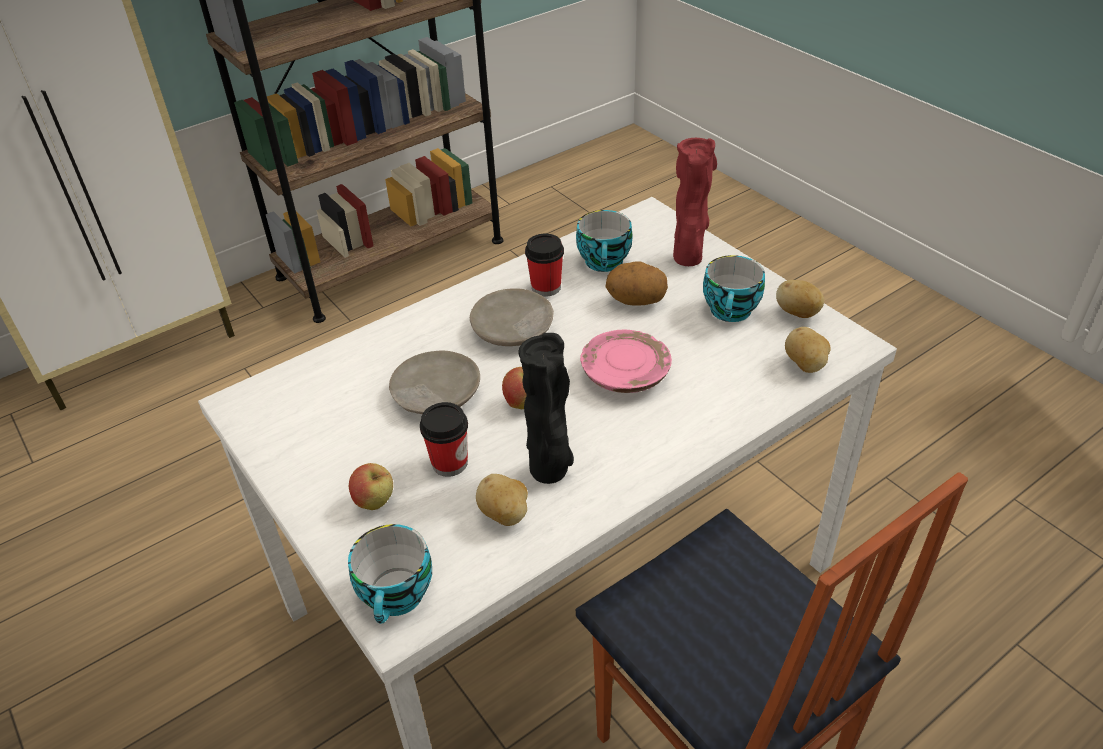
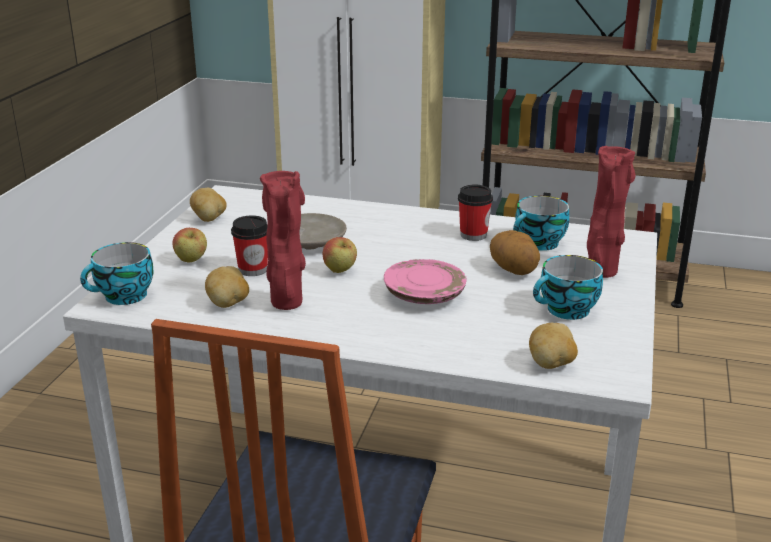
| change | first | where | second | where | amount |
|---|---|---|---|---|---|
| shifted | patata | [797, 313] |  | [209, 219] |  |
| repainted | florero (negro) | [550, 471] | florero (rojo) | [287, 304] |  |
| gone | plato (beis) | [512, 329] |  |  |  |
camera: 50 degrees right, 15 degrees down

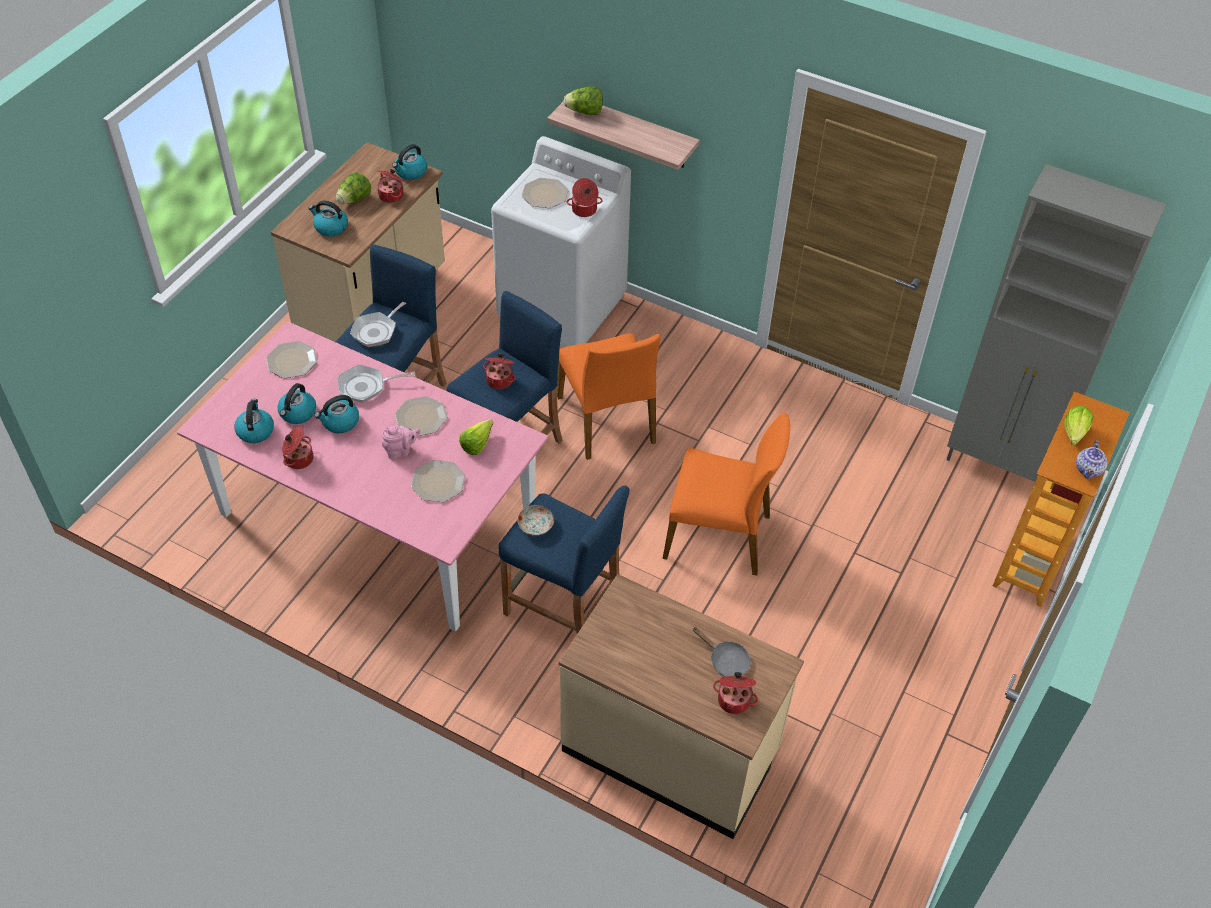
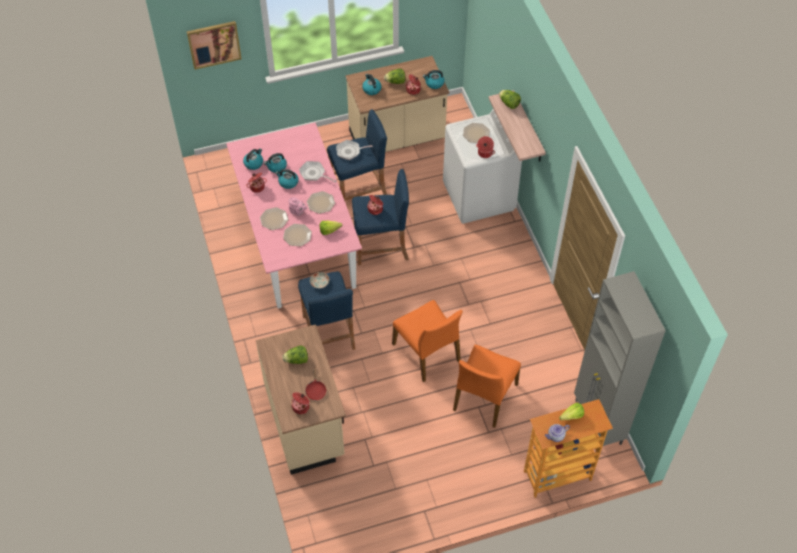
| change | first | where | second | where | amount |
|---|---|---|---|---|---|
| new |  |  | cuadro | [214, 44] |  |
| shifted | plato | [291, 361] |  | [274, 219] |  |
| new |  |  | lechuga | [296, 360] |  |
| repainted | sartén (gris) | [725, 660] | sartén (rojo) | [315, 390] |  |
| shifted | silla (naranja) | [608, 420] |  | [484, 397] |  |
camera: 45 degrees right, 5 degrees up

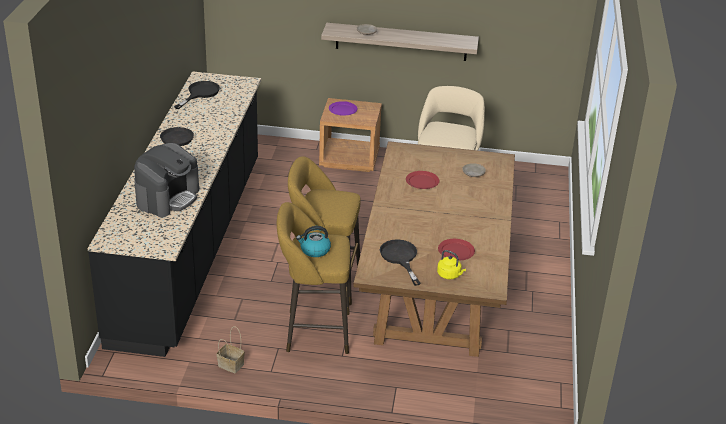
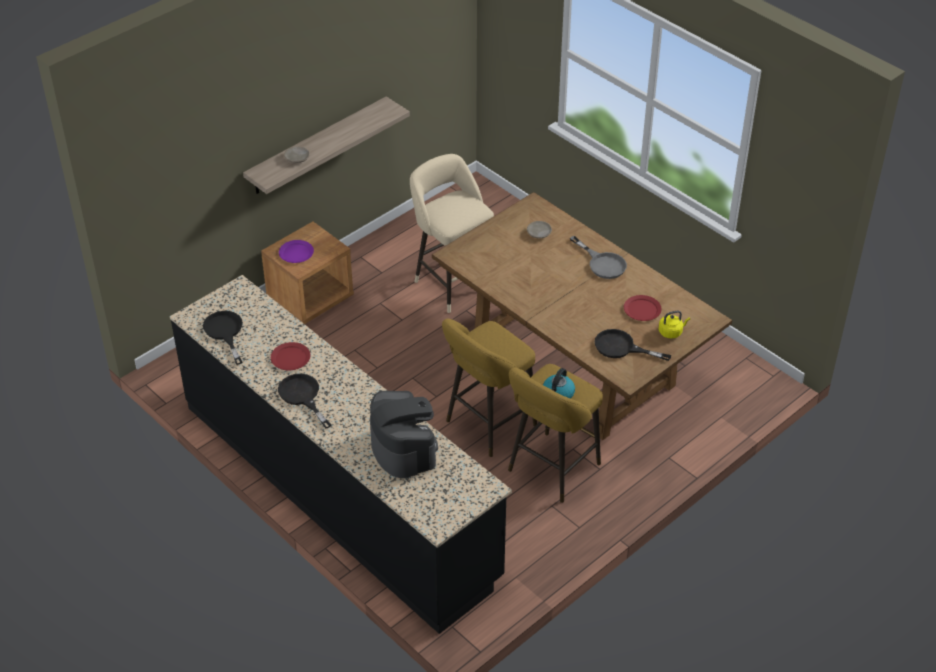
| change | first | where | second | where | amount |
|---|---|---|---|---|---|
| shifted | plato (rojo) | [422, 181] |  | [290, 358] |  |
| new |  |  | sartén (gris) | [602, 263] |  |
| gone | cesta | [230, 365] |  |  |  |
camera: 50 degrees left, 10 degrees up

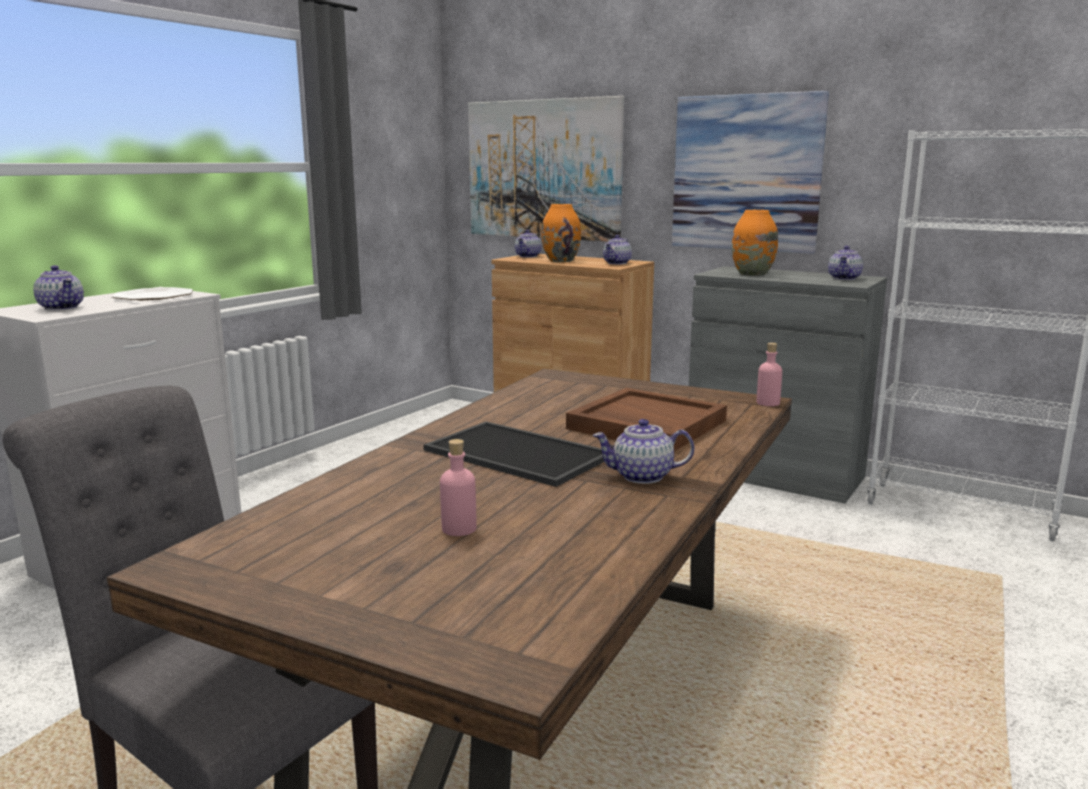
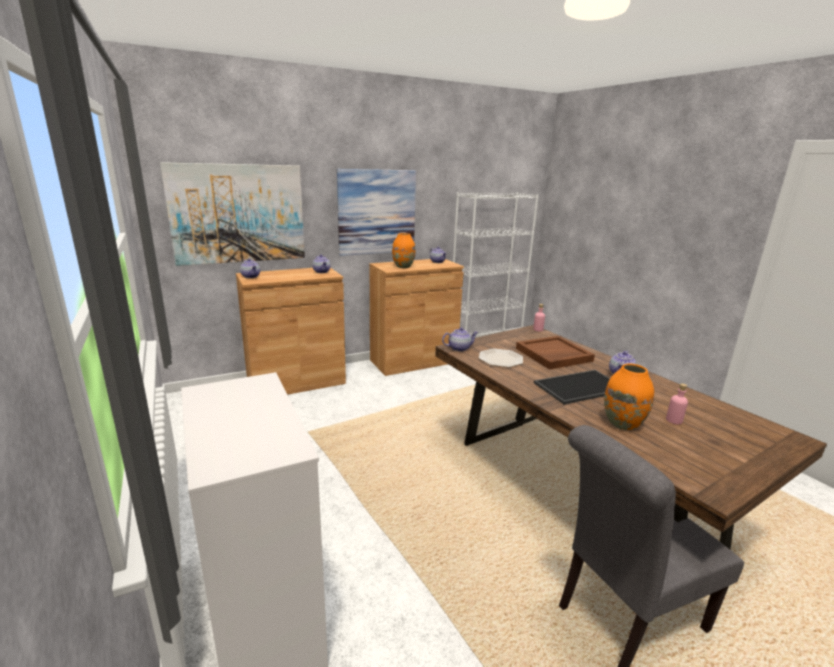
| change | first | where | second | where | amount |
|---|---|---|---|---|---|
| repainted | armario (gris) | [773, 473] | armario (marrón) | [413, 361] |  |
| shifted | tetera | [62, 307] |  | [459, 348] |  |
| shifted | plato | [153, 296] |  | [501, 359] |  |
| shifted | florero (naranja) | [561, 261] |  | [622, 423] |  |
camera: 60 degrees left, 5 degrees up

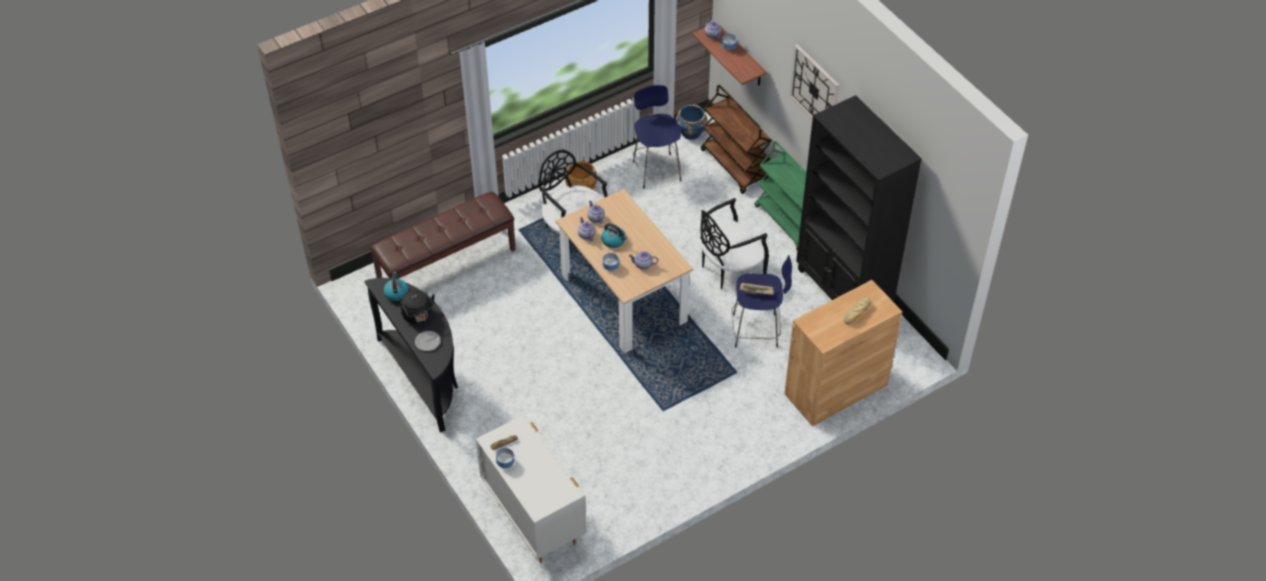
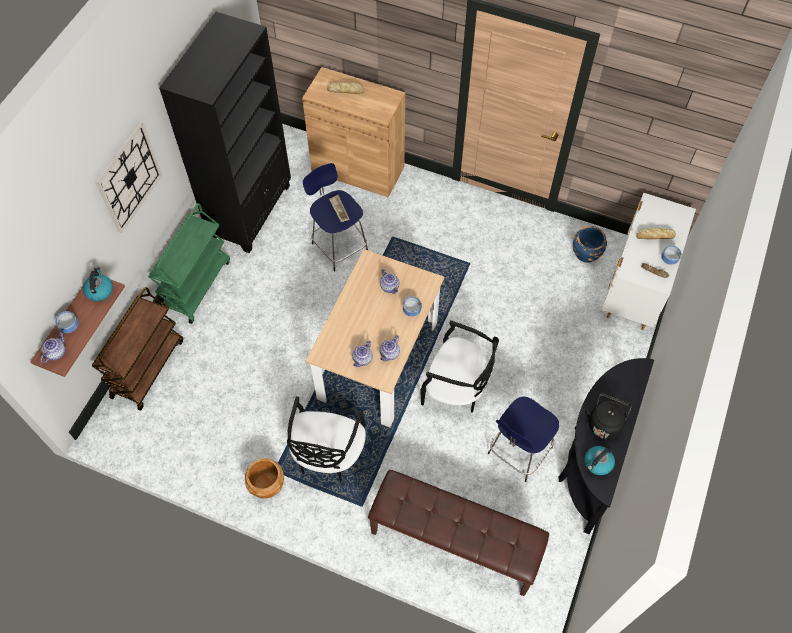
| change | first | where | second | where | amount |
|---|---|---|---|---|---|
| shifted | hervidor | [614, 240] |  | [99, 290] |  |
| shifted | silla (negro) | [729, 269] |  | [456, 388] |  |
| shifted | taburete (azul) | [656, 170] |  | [518, 452] |  |
| shifted | maceta (azul) | [691, 132] |  | [586, 253] |  |
| new |  |  | pan | [654, 236] |  |
| gone | plato | [427, 342] |  |  |  |
camera: 125 degrees left, 10 degrees up

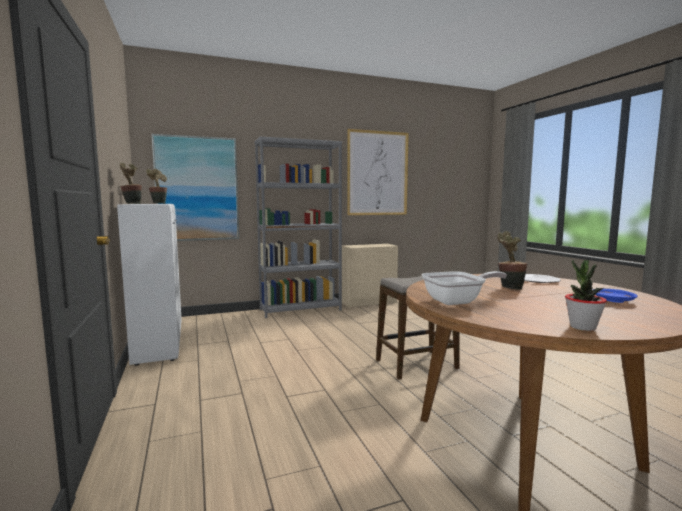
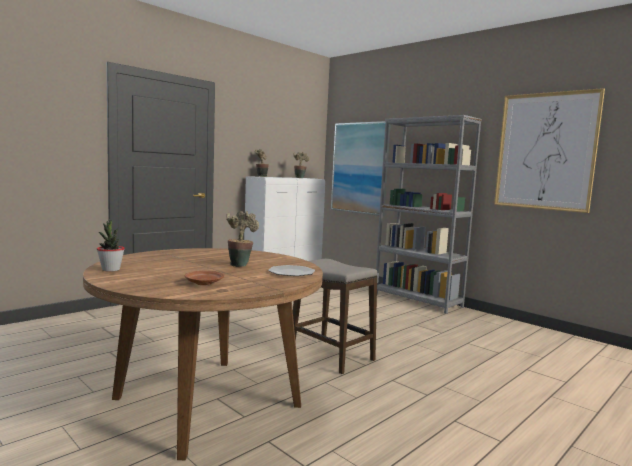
| change | first | where | second | where | amount |
|---|---|---|---|---|---|
| repainted | plato (azul) | [613, 301] | plato (marrón) | [203, 283] |  |
| gone | cómoda (beis) | [369, 302] |  |  |  |
| gone | sartén | [458, 301] |  |  |  |
camera: 65 degrees right, 0 degrees up

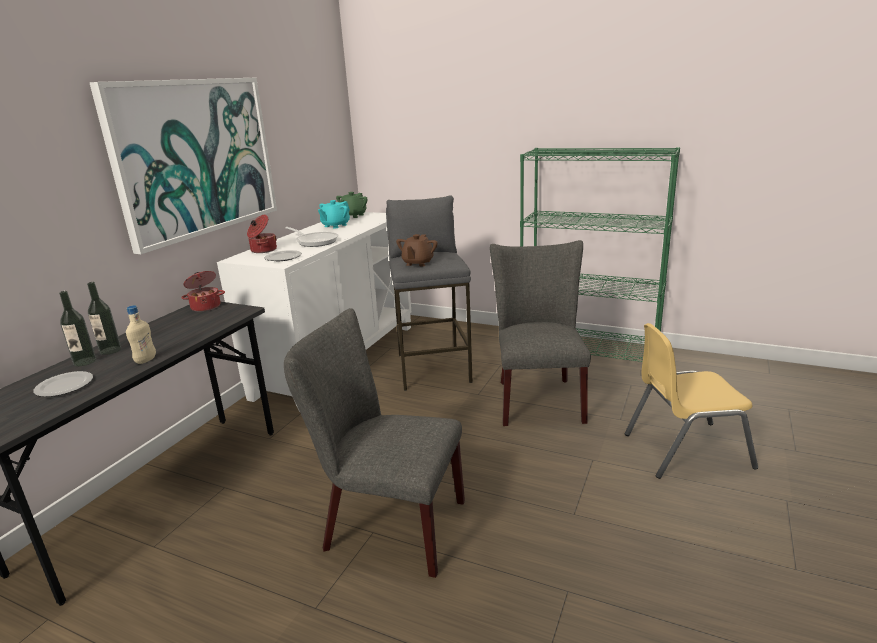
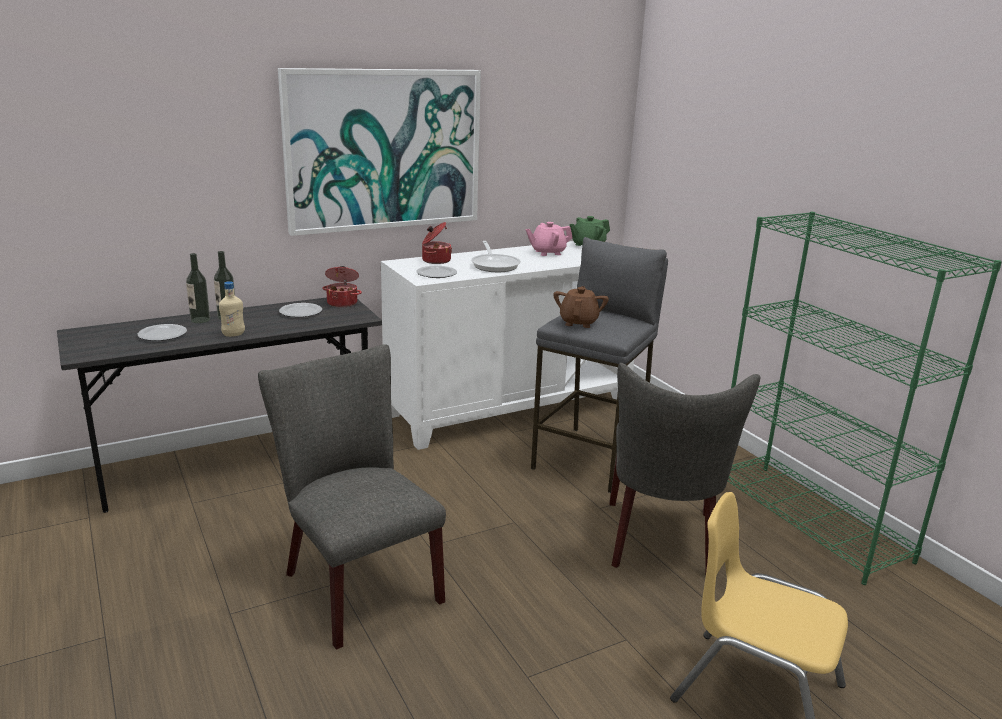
| change | first | where | second | where | amount |
|---|---|---|---|---|---|
| new |  |  | plato | [300, 312] |  |
| repainted | tetera (turquesa) | [335, 225] | tetera (rosa) | [547, 252] |  |
| rotated | tetera (marrón) | [417, 263] |  | [579, 322] | 135 degrees clockwise |
| rotated | silla (gris) | [537, 397] |  | [661, 543] | 150 degrees clockwise |
camera: 35 degrees right, 0 degrees up

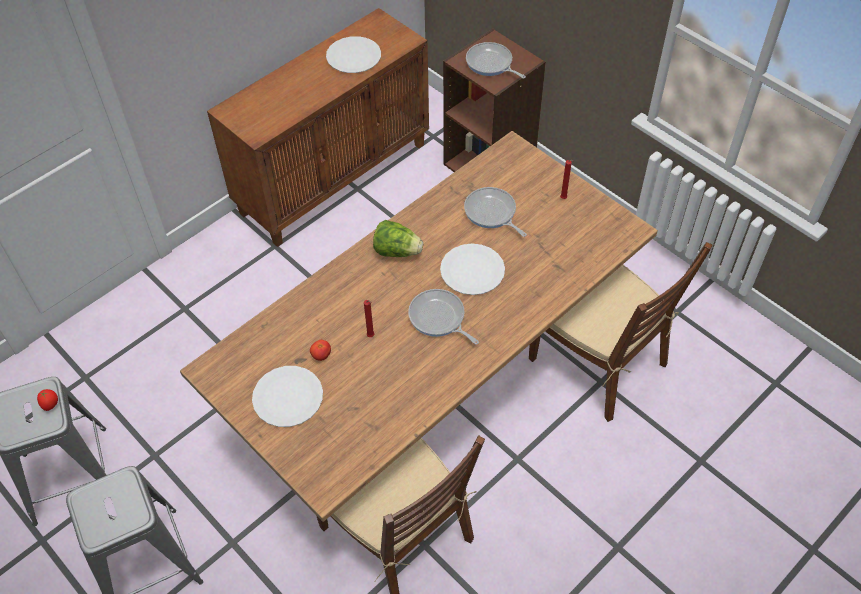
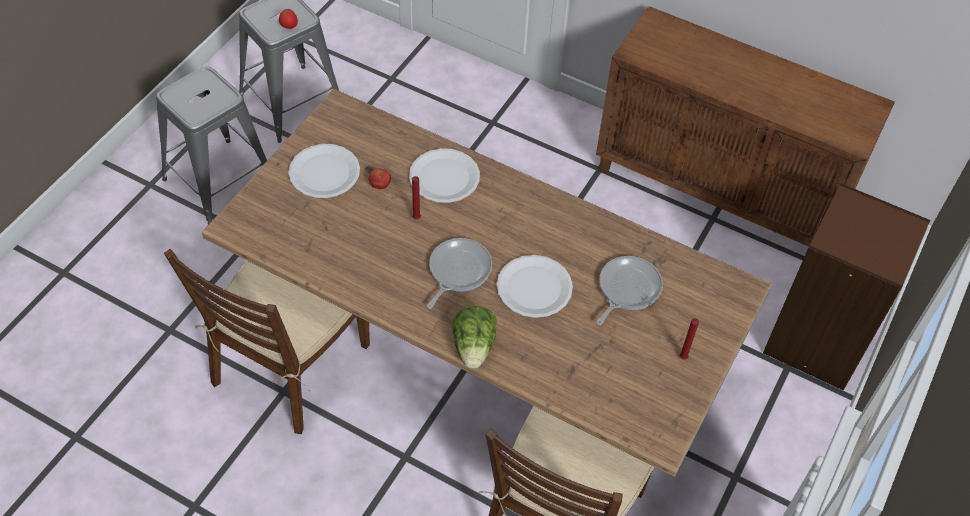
| change | first | where | second | where | amount |
|---|---|---|---|---|---|
| shifted | plato (blanco) | [353, 56] |  | [444, 177] |  |
| shifted | lechuga | [397, 251] |  | [474, 347] |  |
| gone | sartén | [491, 64] |  |  |  |
camera: 70 degrees right, 0 degrees up

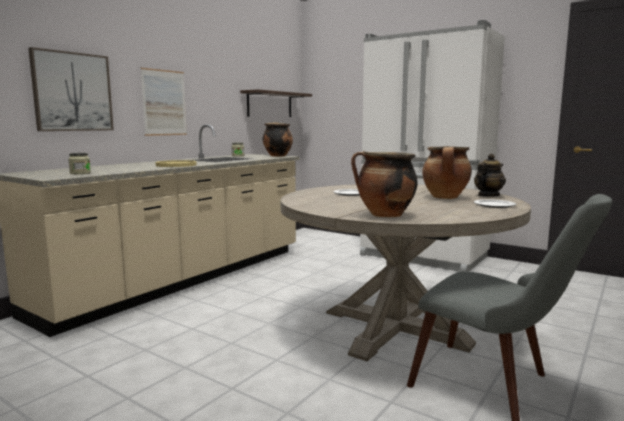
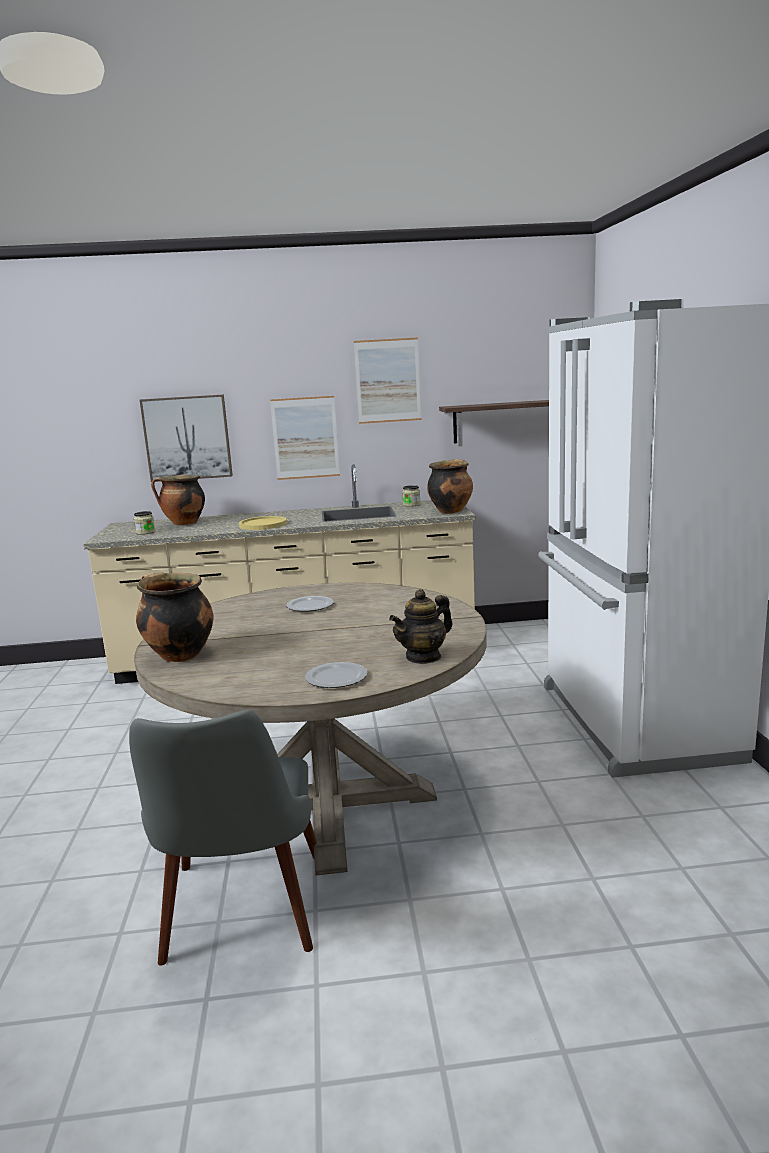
| change | first | where | second | where | amount |
|---|---|---|---|---|---|
| shifted | olla | [445, 197] |  | [183, 523] |  |
| new |  |  | cuadro | [388, 381] |  |
| rotated | tetera | [488, 196] |  | [423, 657] | 135 degrees clockwise |
camera: 50 degrees right, 5 degrees up

